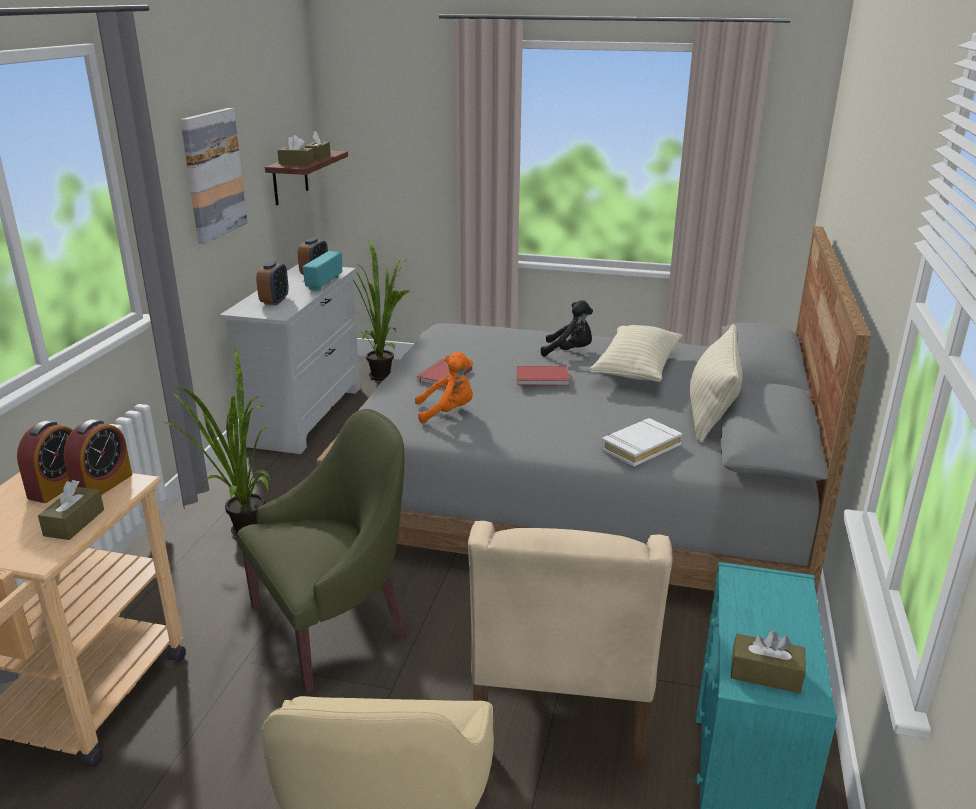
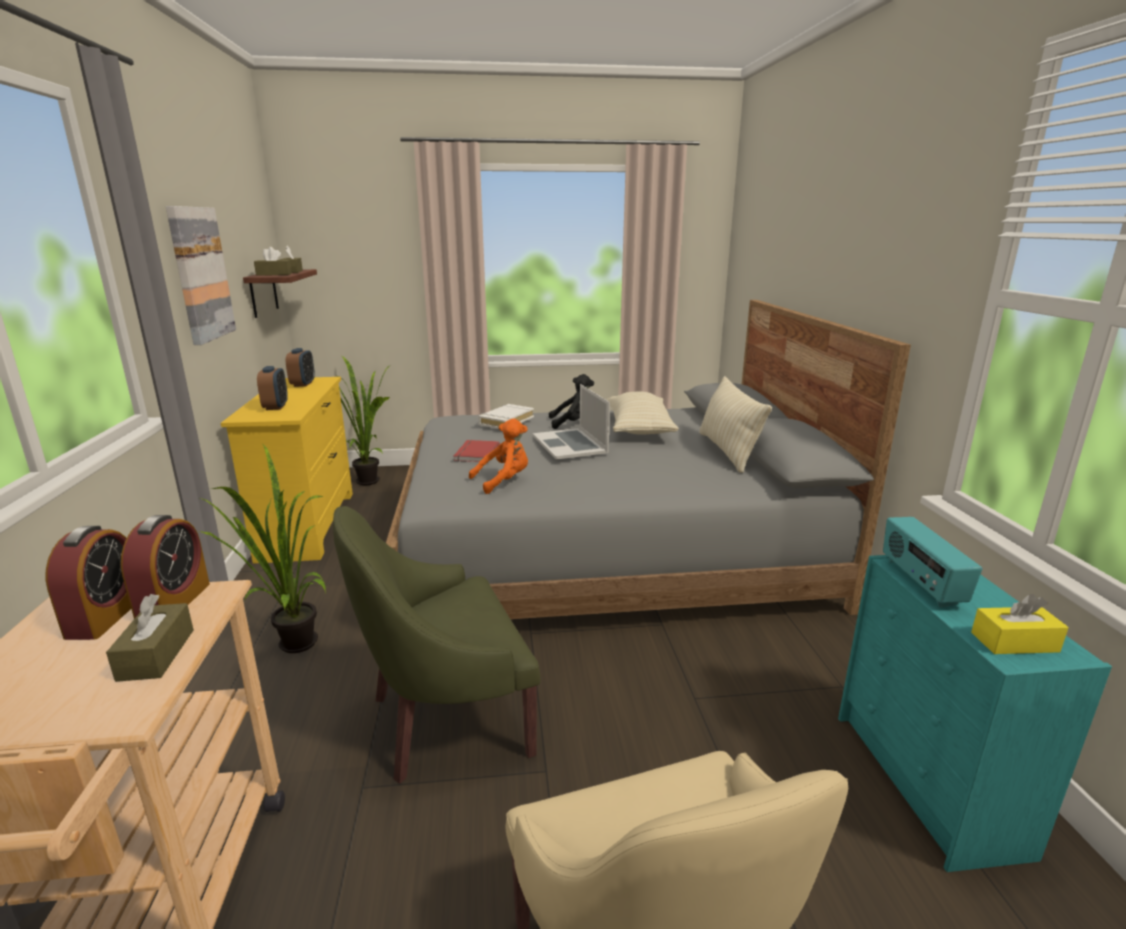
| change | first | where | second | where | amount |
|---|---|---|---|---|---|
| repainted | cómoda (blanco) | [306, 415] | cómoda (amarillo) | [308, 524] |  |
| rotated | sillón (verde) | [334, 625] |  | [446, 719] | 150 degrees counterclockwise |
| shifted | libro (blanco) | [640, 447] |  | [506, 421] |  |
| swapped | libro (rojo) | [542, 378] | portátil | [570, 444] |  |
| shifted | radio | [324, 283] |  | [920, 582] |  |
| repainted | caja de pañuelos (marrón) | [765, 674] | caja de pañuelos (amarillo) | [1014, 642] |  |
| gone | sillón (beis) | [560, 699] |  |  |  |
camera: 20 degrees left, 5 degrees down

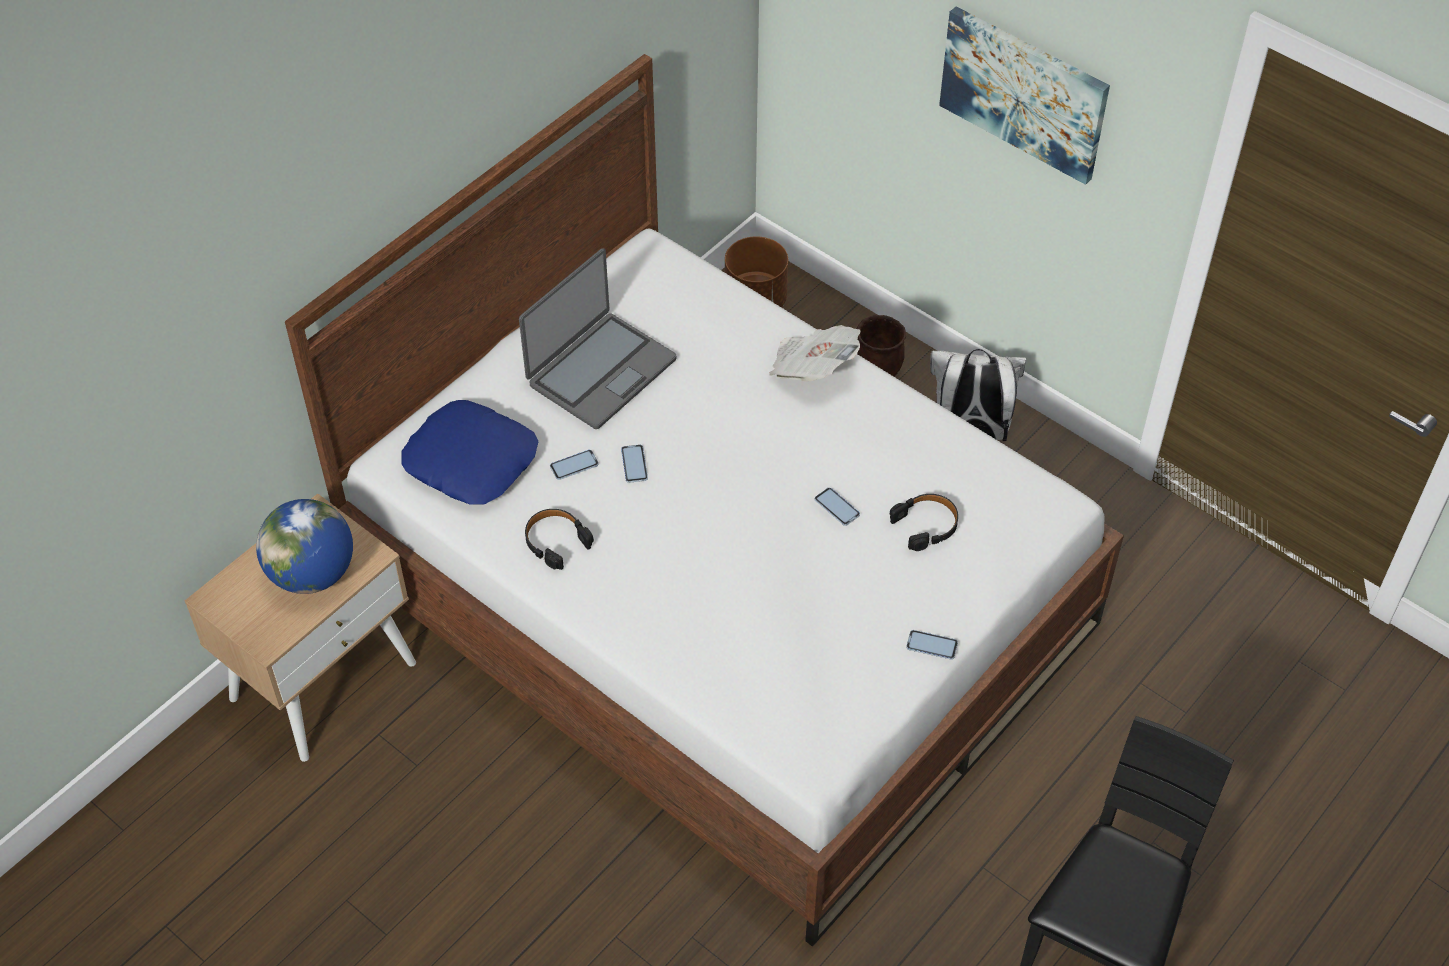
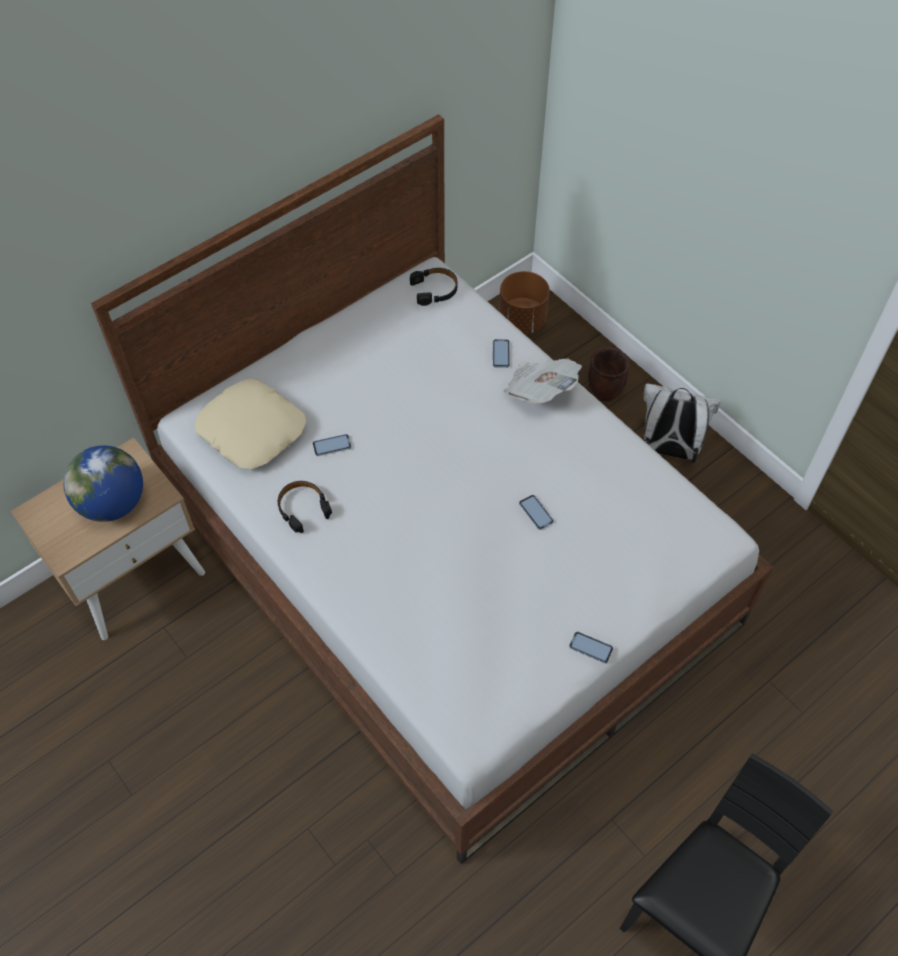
| change | first | where | second | where | amount |
|---|---|---|---|---|---|
| repainted | cojín (azul) | [471, 461] | cojín (beis) | [252, 430] |  |
| shifted | auriculares (negro) | [926, 525] |  | [435, 290] |  |
| shifted | móvil | [634, 464] |  | [501, 354] |  |
| gone | portátil | [600, 371] |  |  |  |
| gone | cuadro | [1024, 93] |  |  |  |
camera: 10 degrees right, 5 degrees up

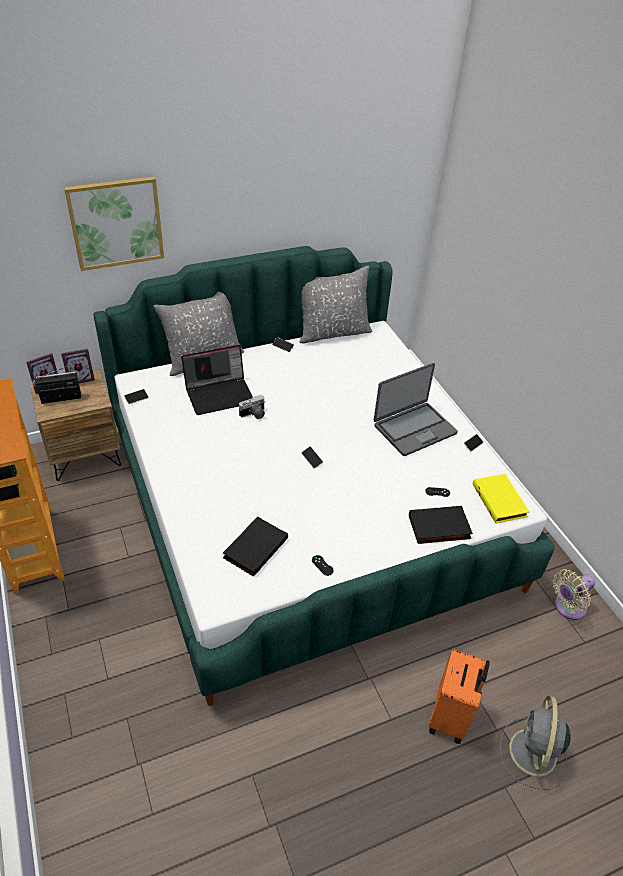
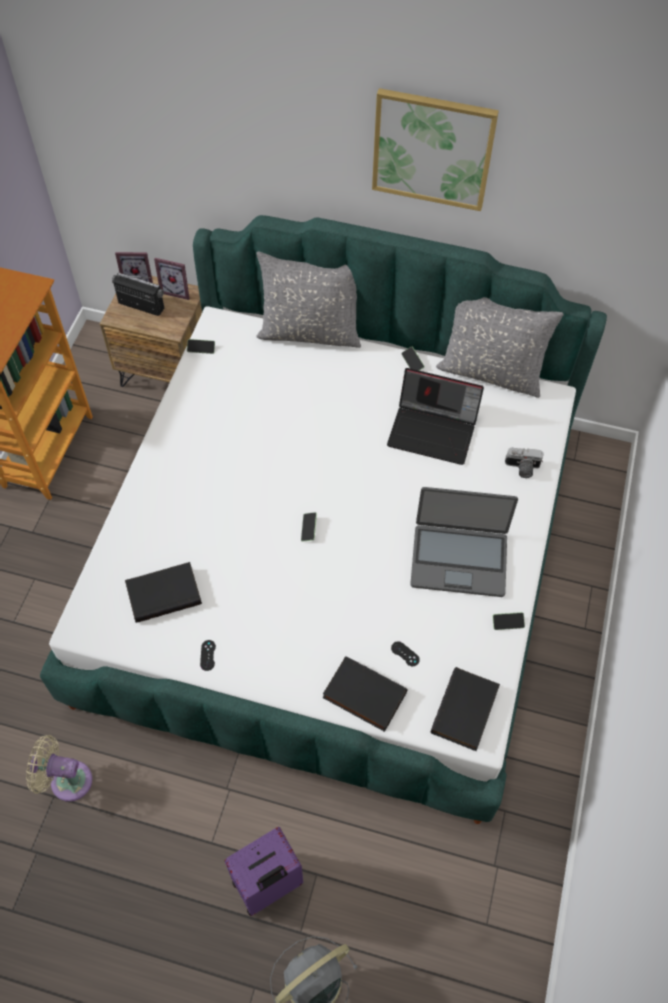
| change | first | where | second | where | amount |
|---|---|---|---|---|---|
| shifted | ventilador (beis) | [567, 607] |  | [66, 780] |  |
| repainted | maleta (naranja) | [450, 717] | maleta (morado) | [267, 885] |  |
| shifted | cuadro | [116, 223] |  | [432, 149] |  |
| shifted | portátil | [220, 394] |  | [433, 431] |  |
| repainted | libro (amarillo) | [500, 500] | libro (negro) | [466, 711] |  |
| shifted | cámara | [254, 414] |  | [522, 468] |  |
camera: 40 degrees right, 15 degrees up

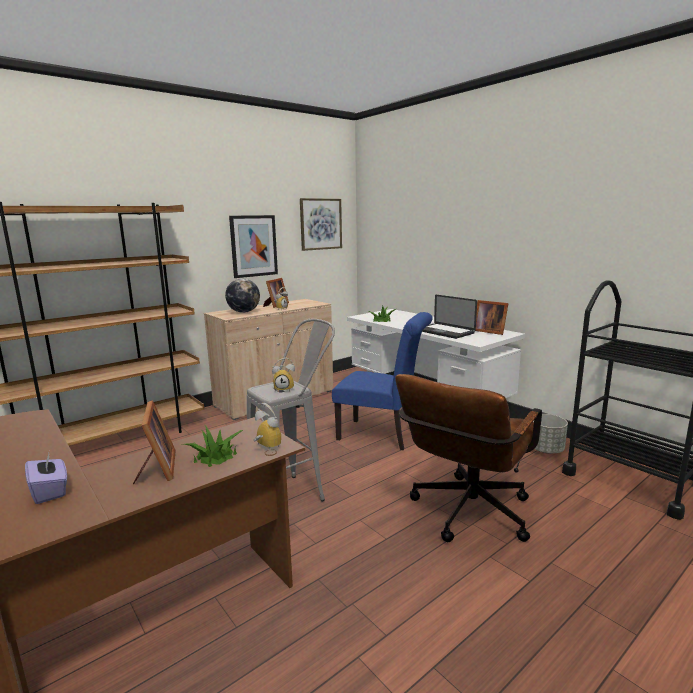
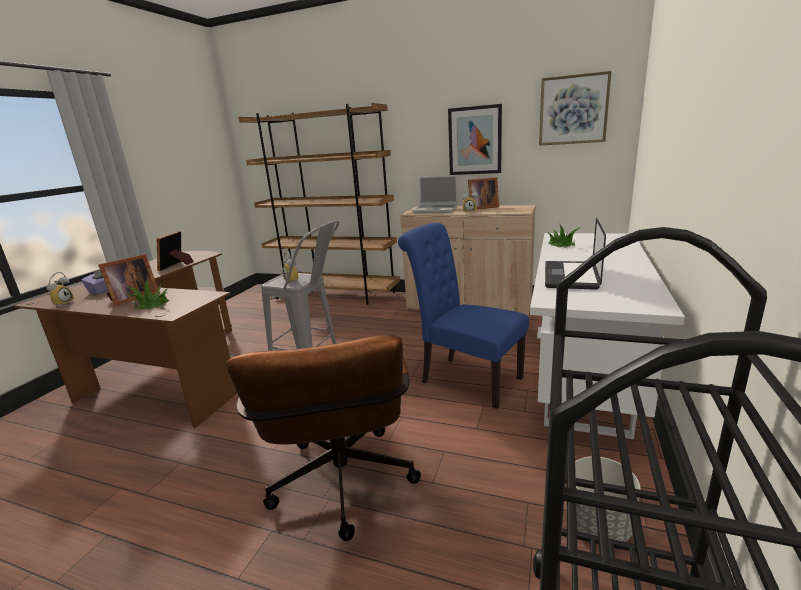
| change | first | where | second | where | amount |
|---|---|---|---|---|---|
| shifted | despertador | [265, 447] |  | [62, 303] |  |
| shifted | portarretratos | [489, 331] |  | [177, 265] |  |
| rotated | silla de oficina (marrón) | [466, 515] |  | [343, 489] | 105 degrees counterclockwise |
| rotated | silla (azul) | [382, 435] |  | [465, 378] | 135 degrees clockwise |
| swapped | globo terráqueo | [244, 312] | portátil | [436, 210] |  |
camera: 60 degrees right, 5 degrees up

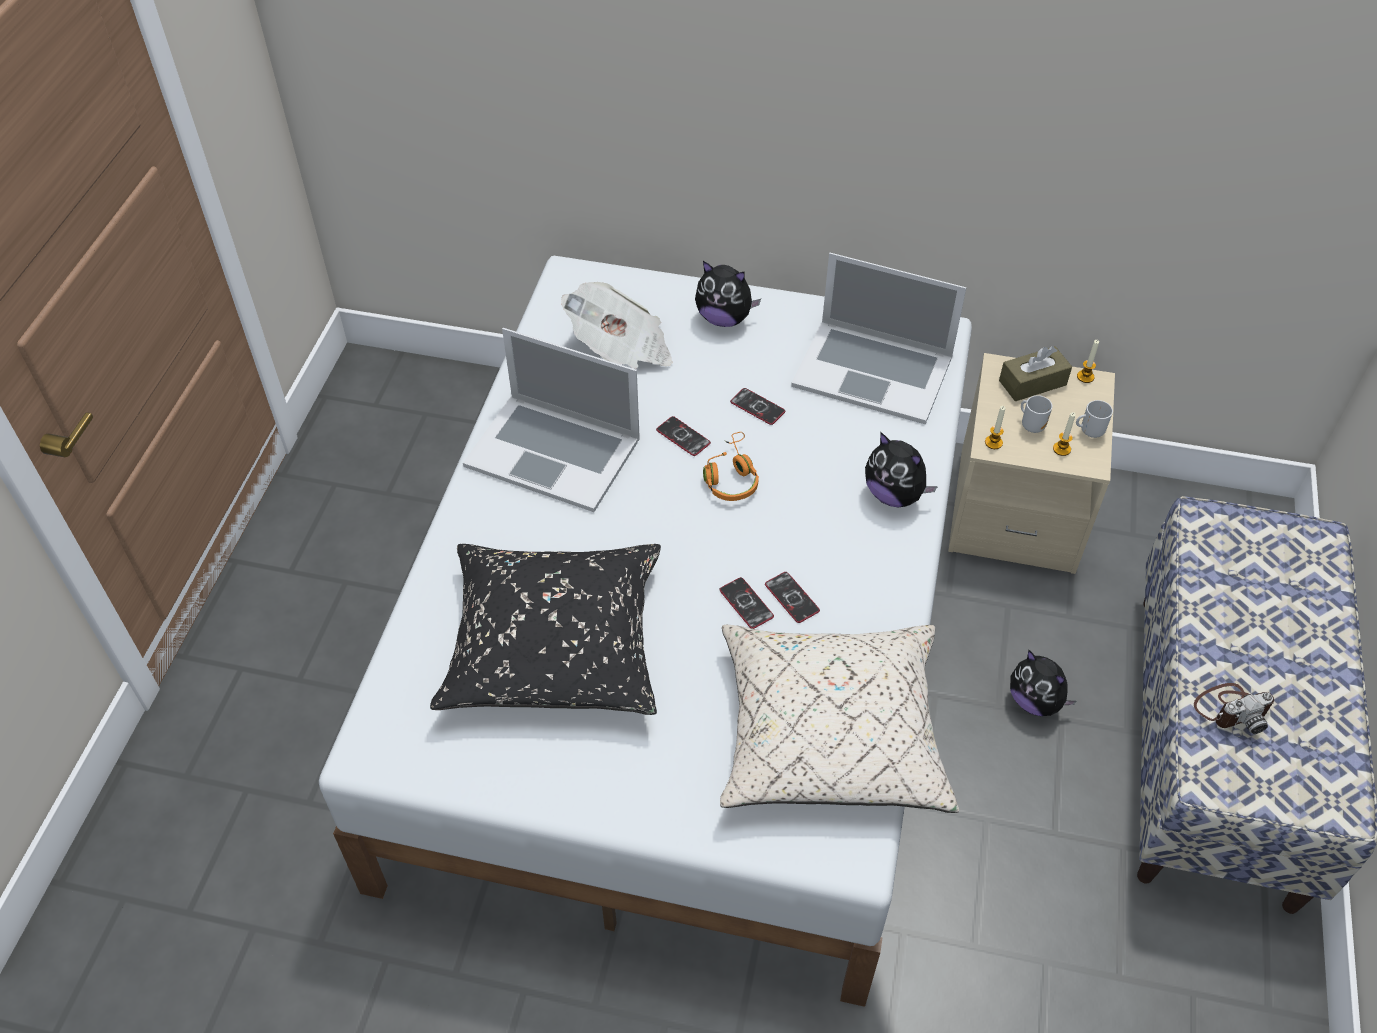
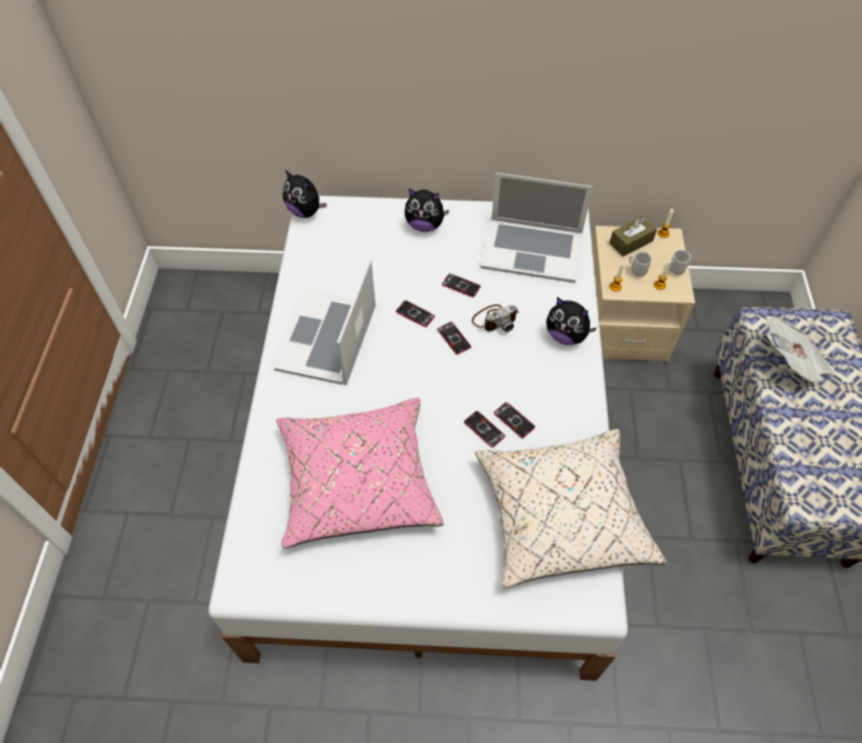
| change | first | where | second | where | amount |
|---|---|---|---|---|---|
| rotated | portátil | [553, 451] |  | [327, 337] | 90 degrees clockwise |
| repainted | cojín (negro) | [554, 644] | cojín (rosa) | [357, 480] |  |
| shifted | peluche | [1035, 701] |  | [305, 211] |  |
| swapped | auriculares (naranja) | [731, 476] | móvil | [454, 338] |  |
| shifted | cámara | [1231, 709] |  | [495, 319] |  |
| shifted | periódico | [621, 349] |  | [792, 363] |  |
camera: 10 degrees left, 5 degrees up

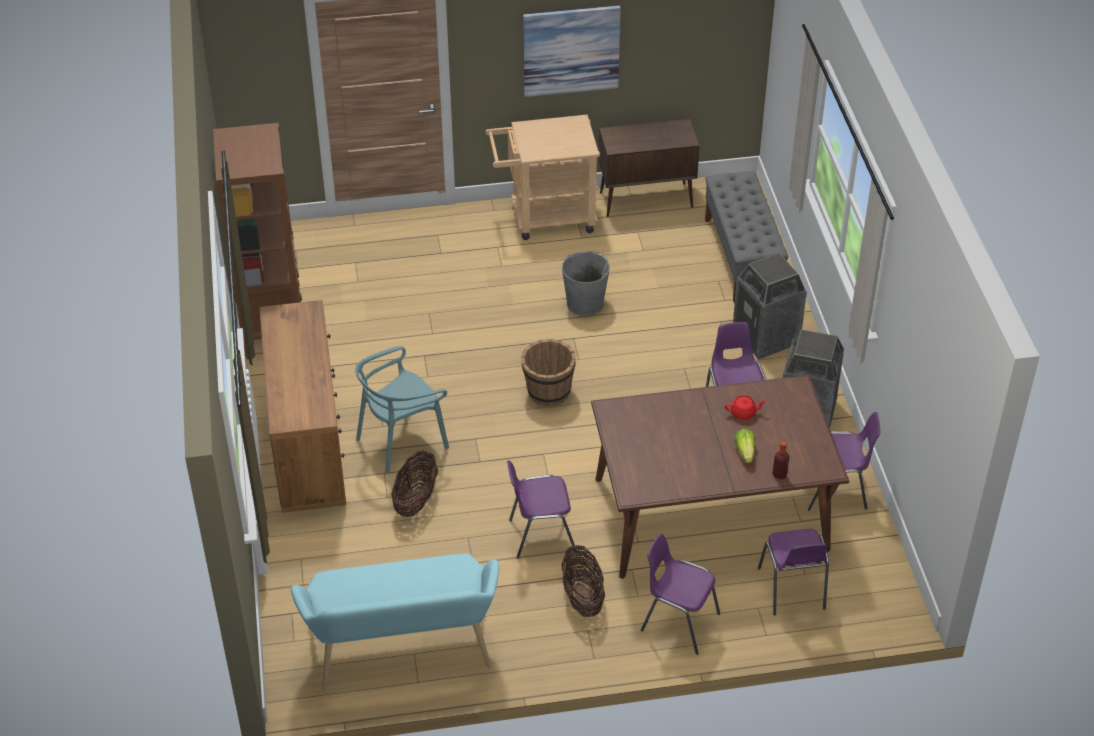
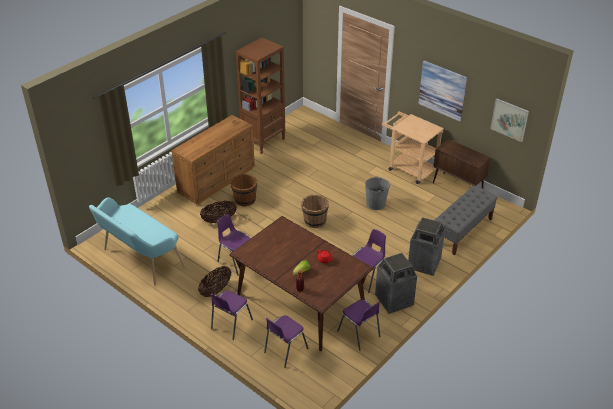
| change | first | where | second | where | amount |
|---|---|---|---|---|---|
| rotated | silla (morado) | [678, 621] |  | [230, 325] | 135 degrees counterclockwise |
| swapped | silla (turquesa) | [401, 441] | cubo (marrón) | [245, 200] |  |
| new |  |  | cuadro | [509, 119] |  |
camera: 50 degrees right, 5 degrees down

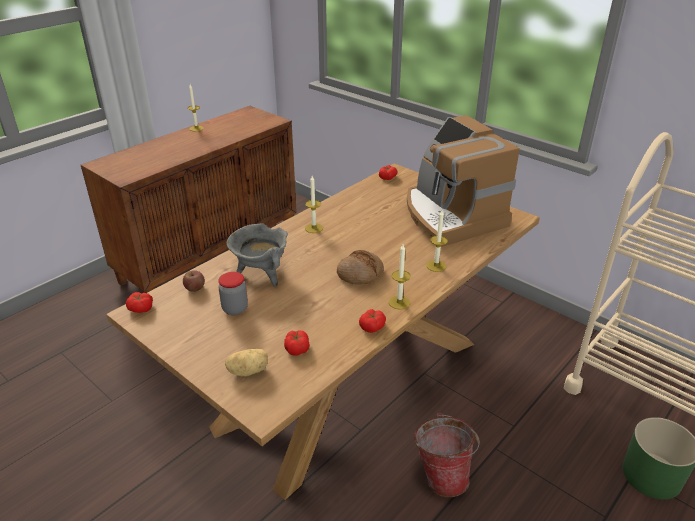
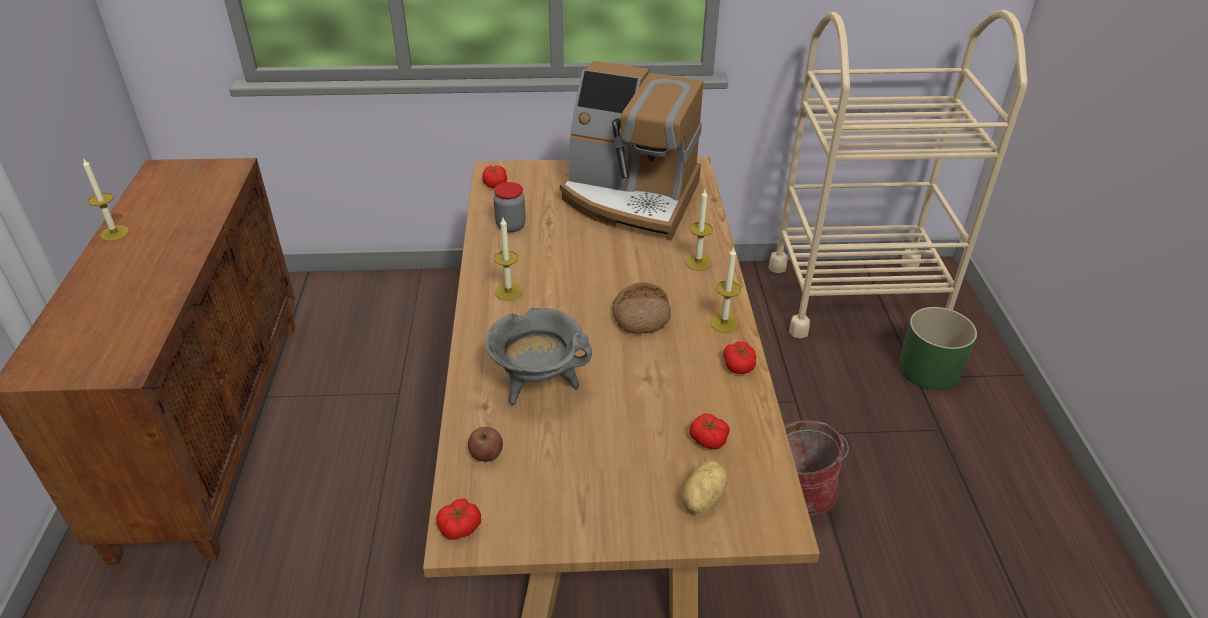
| change | first | where | second | where | amount |
|---|---|---|---|---|---|
| shifted | tarro | [235, 309] |  | [511, 226] |  |
camera: 45 degrees left, 5 degrees up

